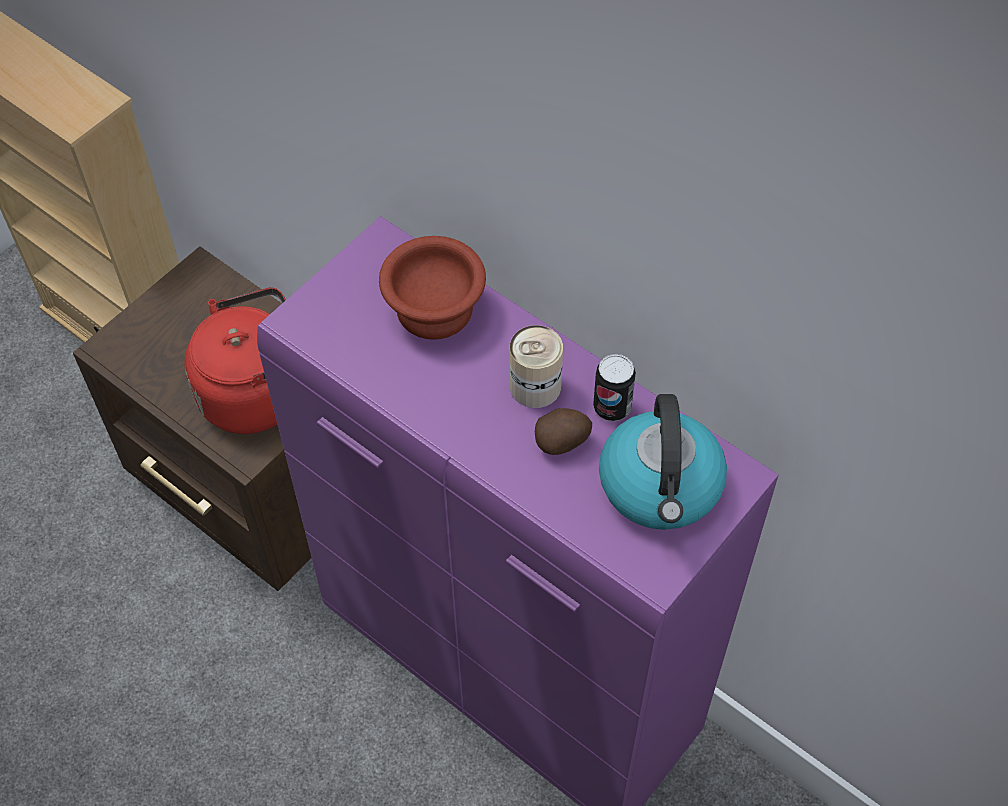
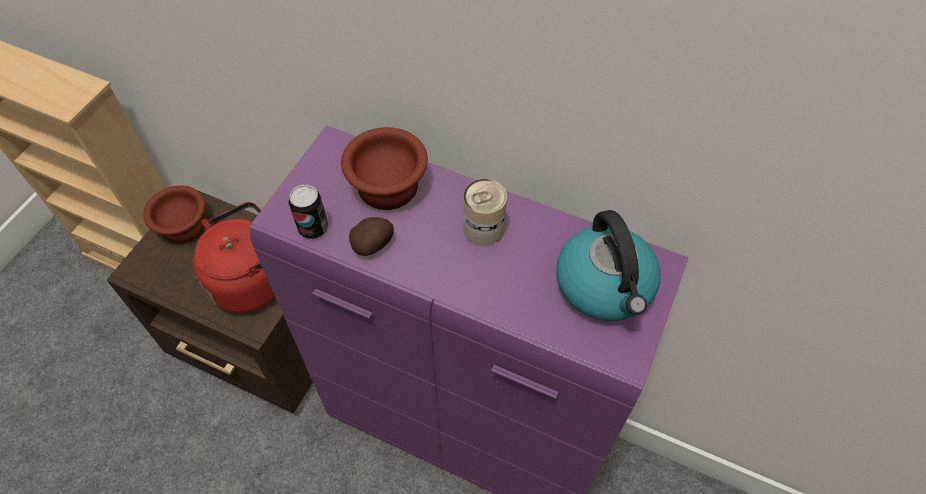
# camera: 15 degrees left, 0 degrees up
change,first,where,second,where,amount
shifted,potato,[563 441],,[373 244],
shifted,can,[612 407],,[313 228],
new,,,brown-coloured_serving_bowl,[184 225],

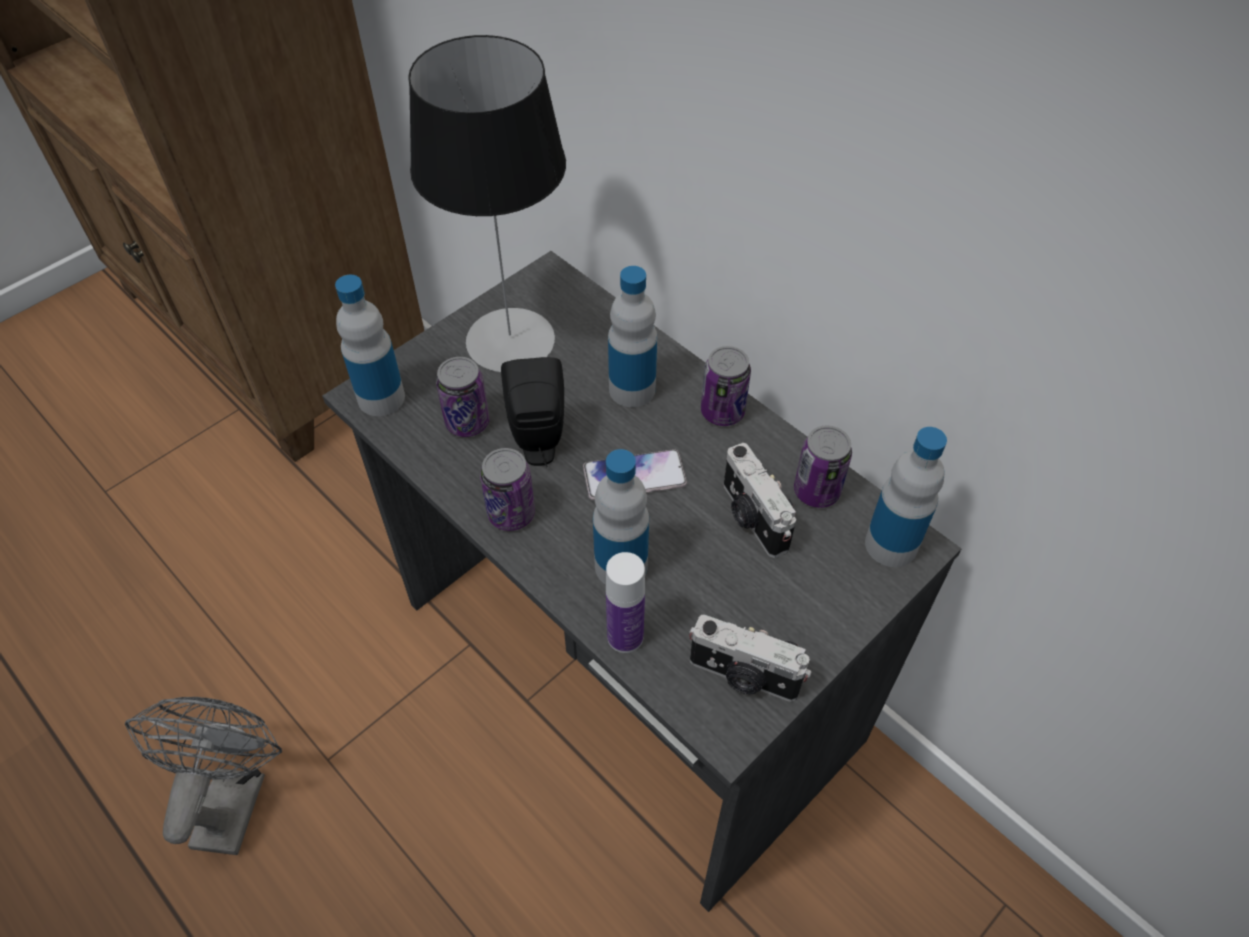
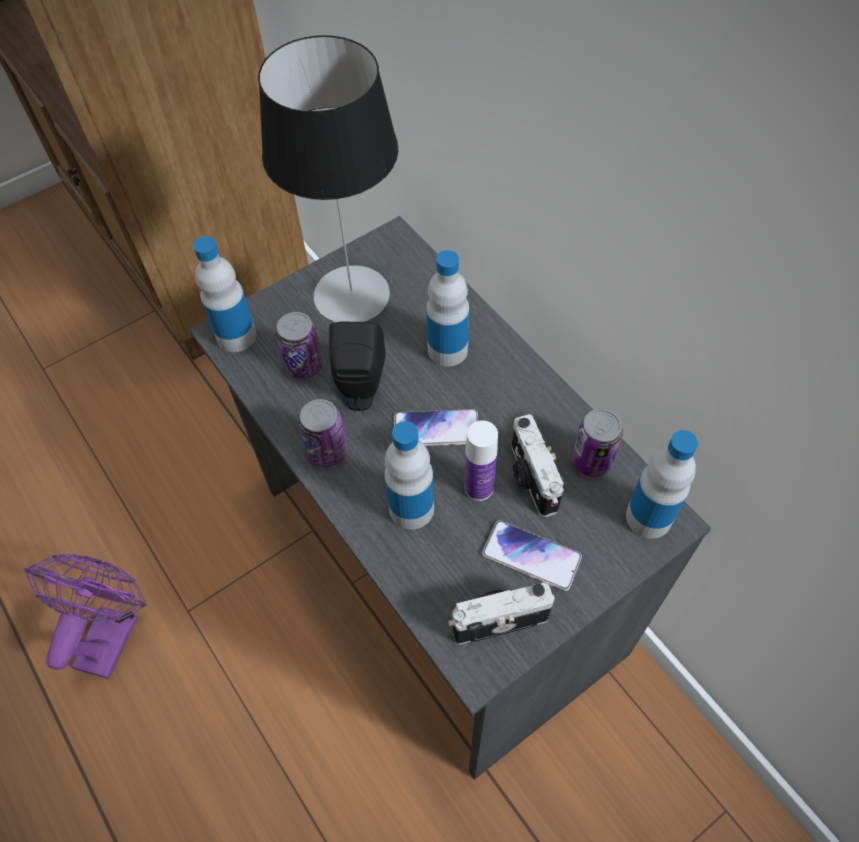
# camera: 10 degrees right, 5 degrees up
change,first,where,second,where,amount
repainted,greyish_fan,[233 797],purple_fan,[111 631],
shifted,beverage_bottle,[625 636],,[478 487],
rotated,photo_camera,[743 676],,[499 620],135 degrees clockwise
gone,can,[722 411],,,
new,,,handset,[531 556],

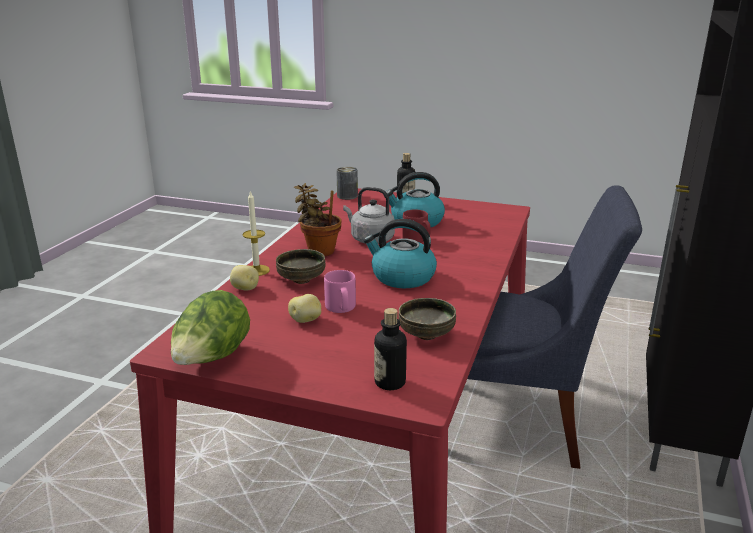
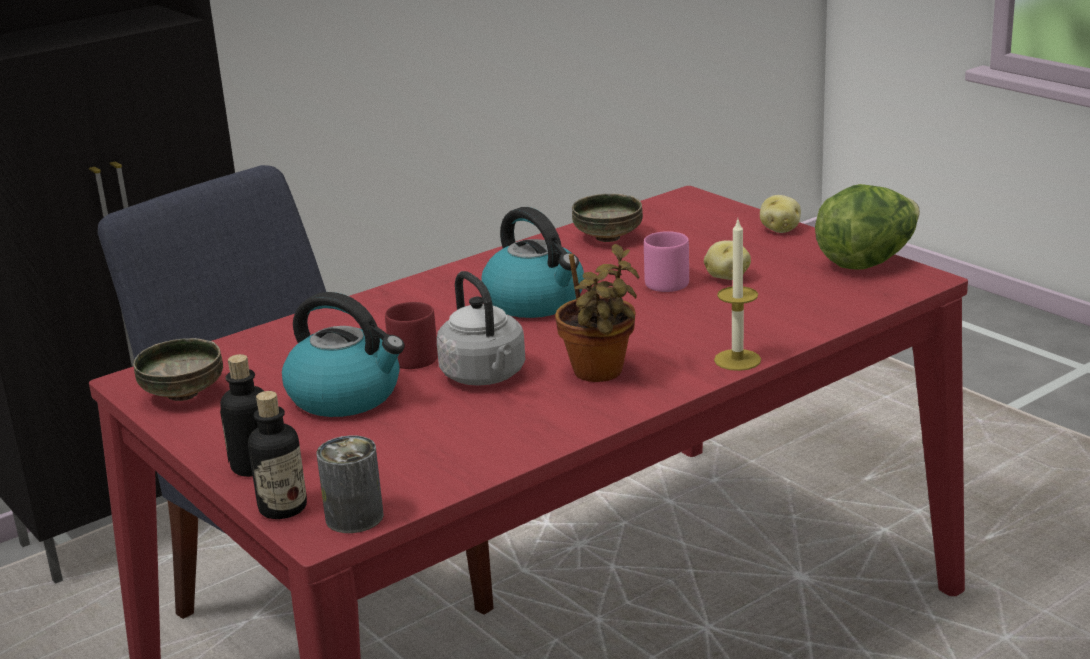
# camera: 145 degrees left, 0 degrees up
change,first,where,second,where,amount
shifted,potato,[245 289],,[780 230],
shifted,serving_bowl,[301 280],,[184 394],
shifted,beverage_bottle,[390 382],,[283 508],

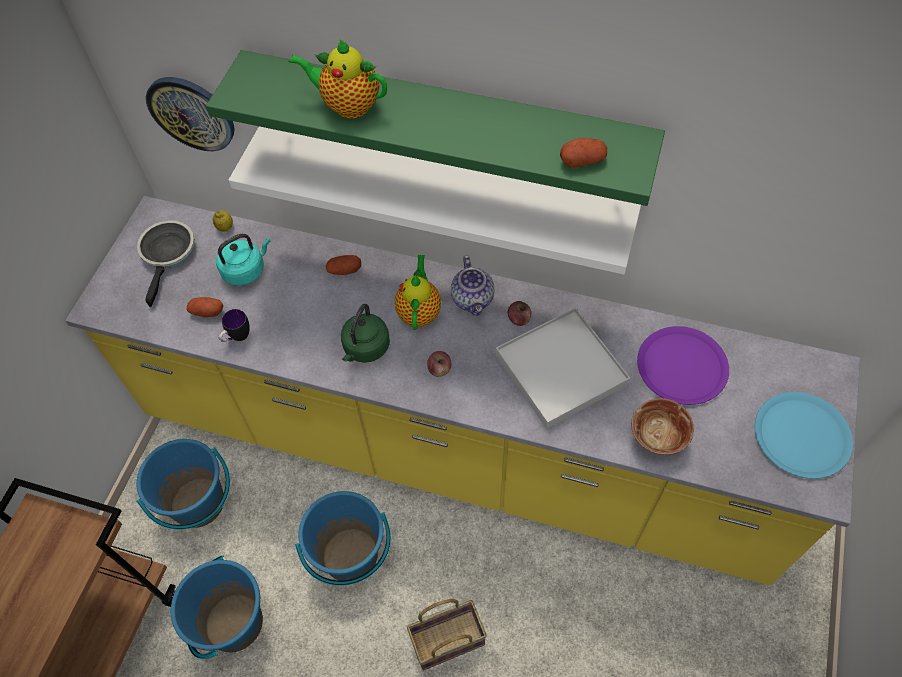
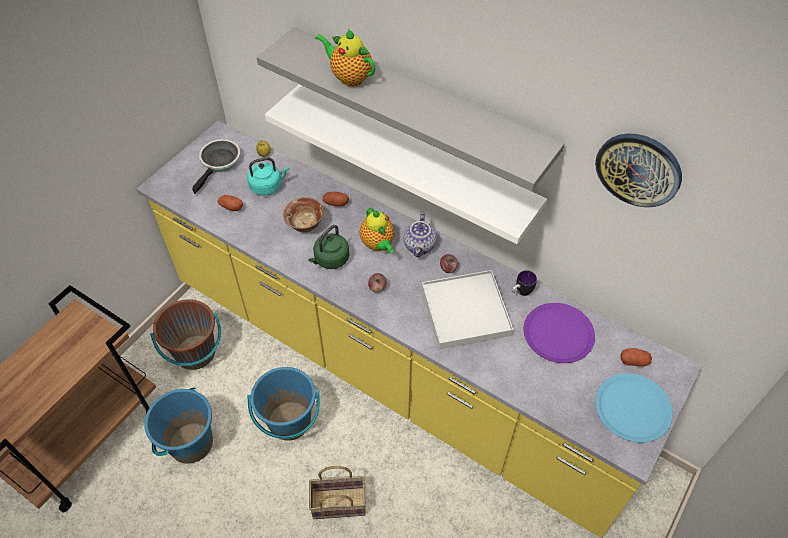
# camera: 15 degrees right, 5 degrees down
change,first,where,second,where,amount
repainted,bluish_water_bucket,[198 503],brown-coloured_water_bucket,[195 353],
shifted,hanging_clock,[191 113],,[638 169],
repainted,green_wall_shelf,[445 119],greyish_wall_shelf,[418 104],
shifted,mug,[237 338],,[521 292],
rotated,teapot,[419 311],,[378 244],135 degrees clockwise
shifted,potato,[582 161],,[634 361],
shifted,serving_bowl,[657 438],,[305 225],

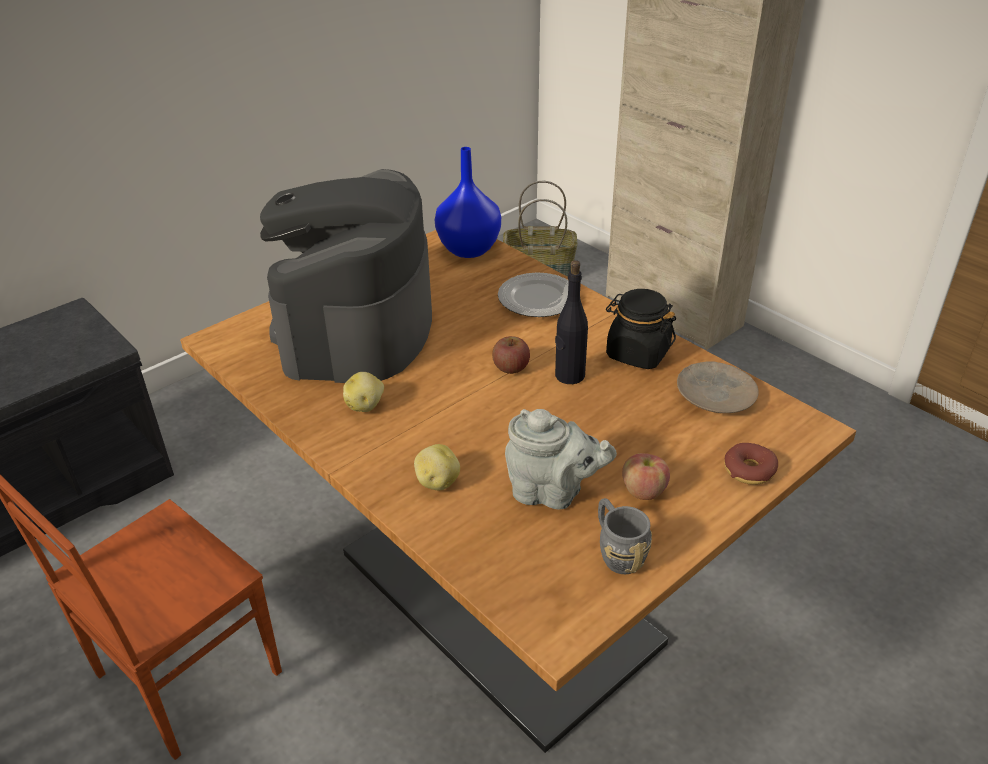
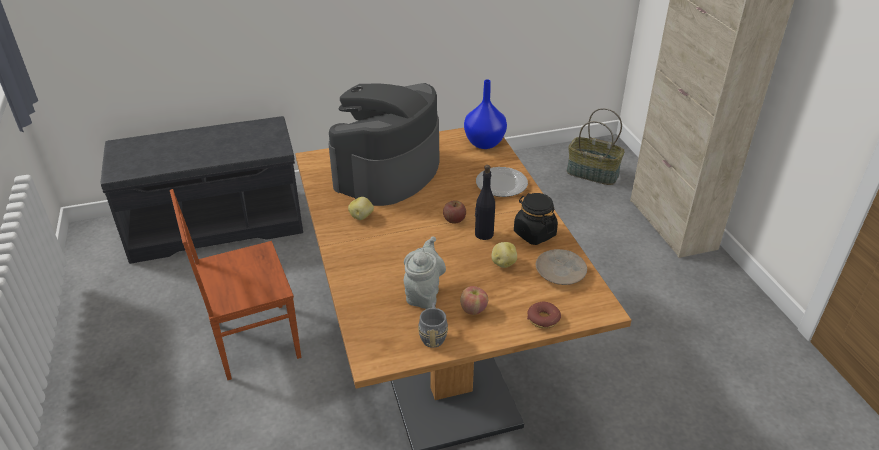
# camera: 25 degrees right, 0 degrees up
change,first,where,second,where,amount
shifted,potato,[437 482],,[503 263],
rotated,greyish_teapot,[552 493],,[423 293],120 degrees counterclockwise

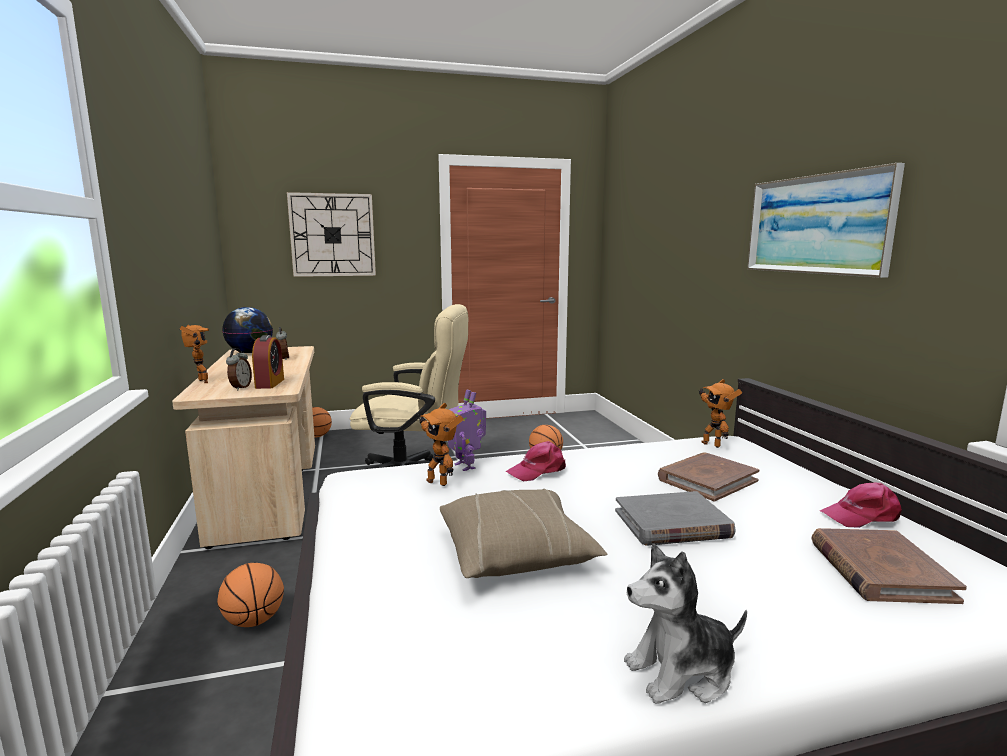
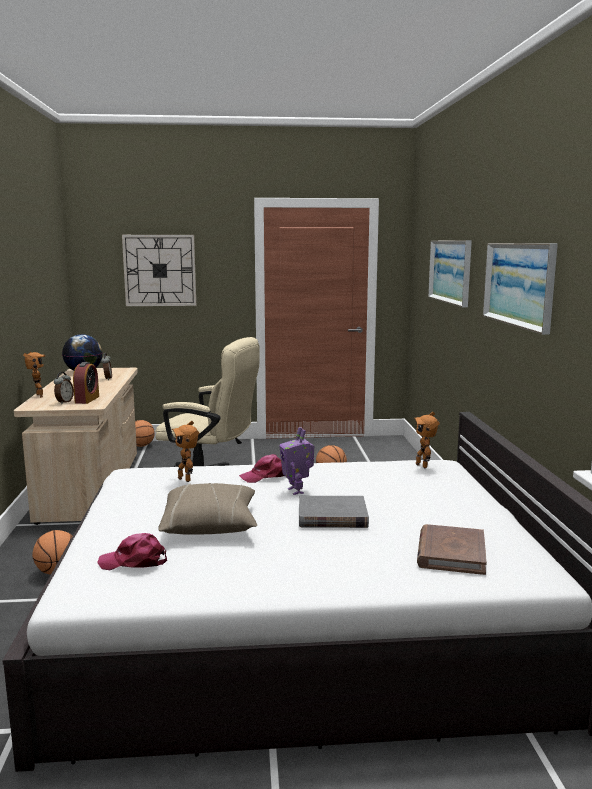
# camera: 10 degrees right, 0 degrees up
change,first,where,second,where,amount
shifted,toy_robot,[466 466],,[297 491],
gone,plush_toy,[681 672],,,
gone,brown-coloured_volume,[707 480],,,
shifted,pinkish_cap,[862 516],,[134 561],
new,,,wall_art,[450 271],

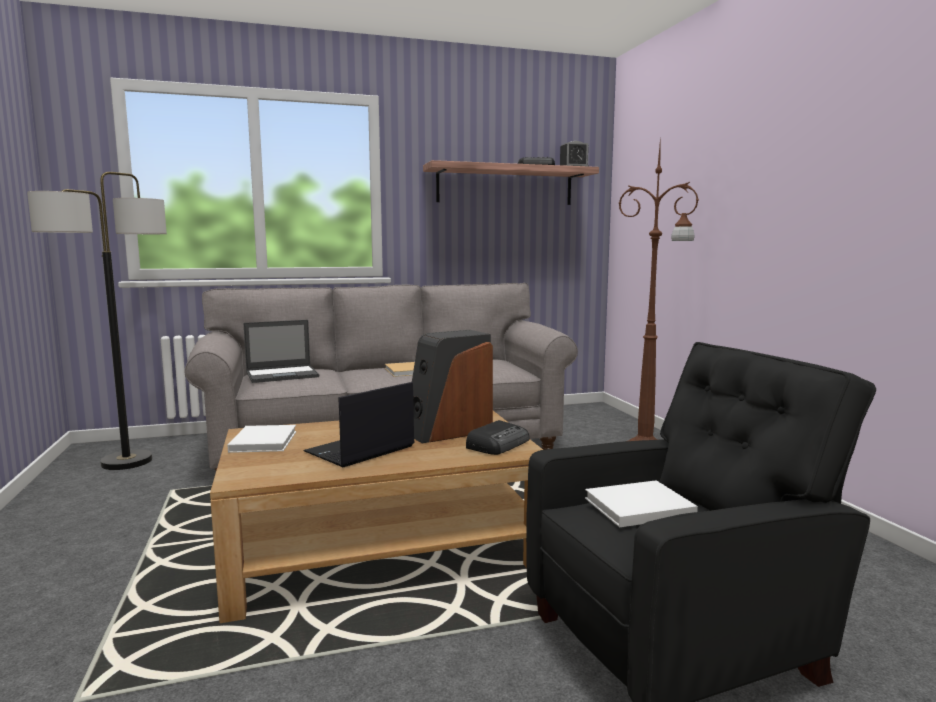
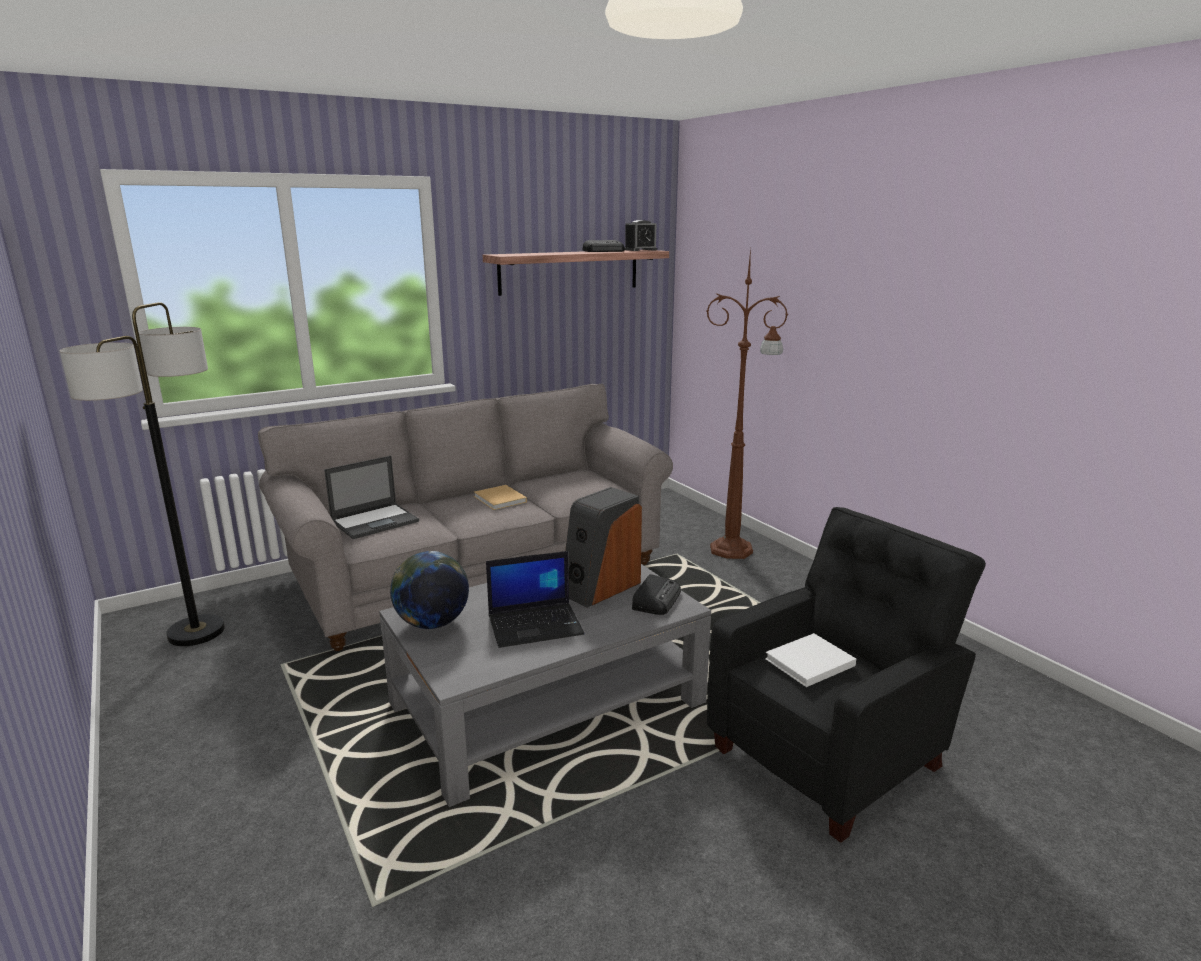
# camera: 15 degrees left, 10 degrees up
change,first,where,second,where,amount
repainted,brown-coloured_lounge_table,[383 549],greyish_lounge_table,[549 703],
swapped,whitish_volume,[264 440],world_globe,[432 624],
rotated,notebook_computer,[359 450],,[536 625],135 degrees counterclockwise

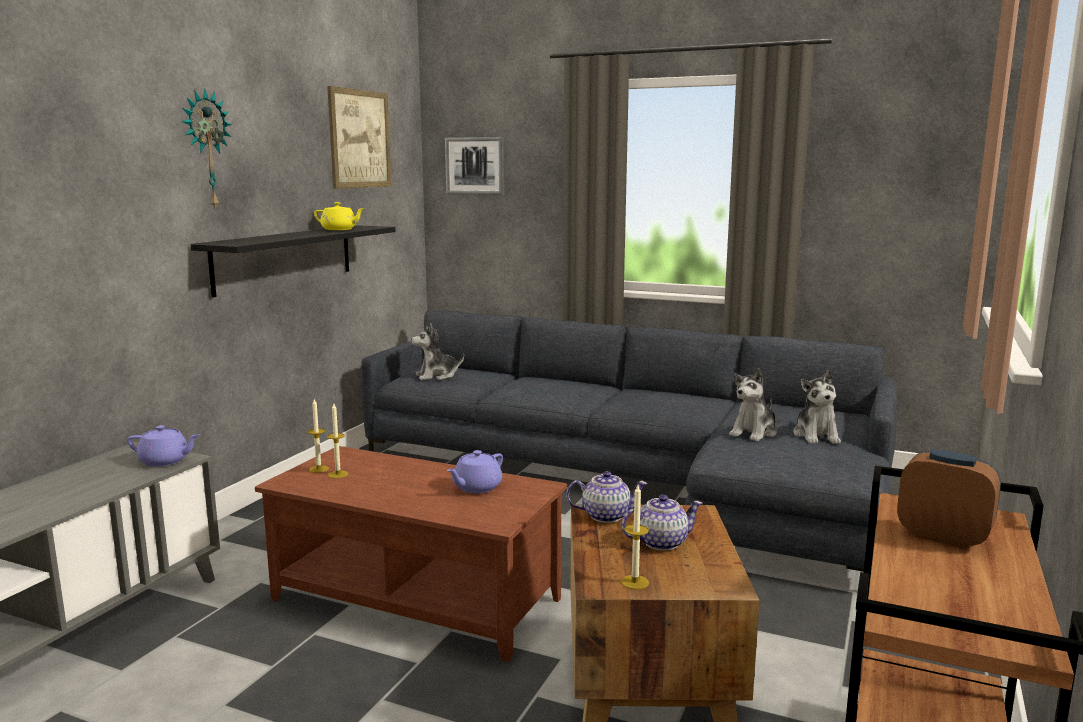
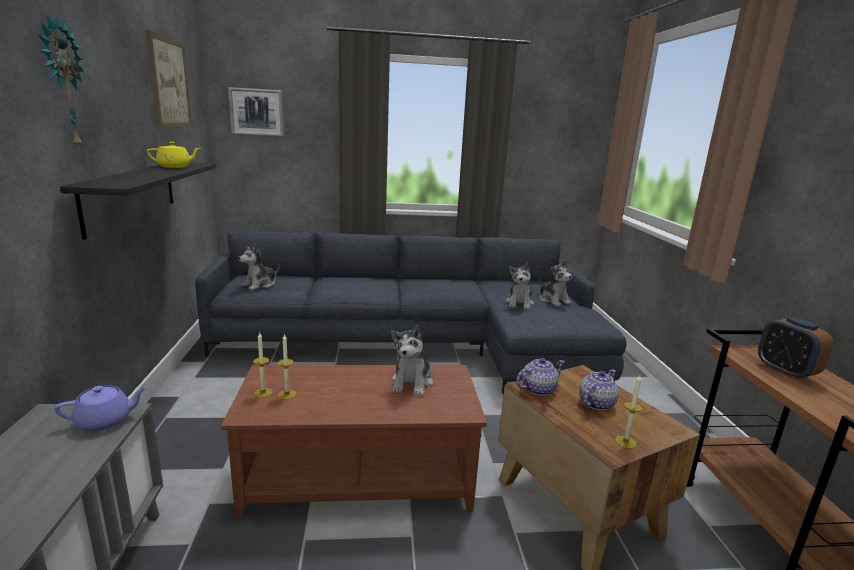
# camera: 30 degrees left, 5 degrees up
change,first,where,second,where,amount
swapped,purple_teapot,[476 487],plush_toy,[412 382],
rotated,table_clock,[943 537],,[785 371],120 degrees counterclockwise

